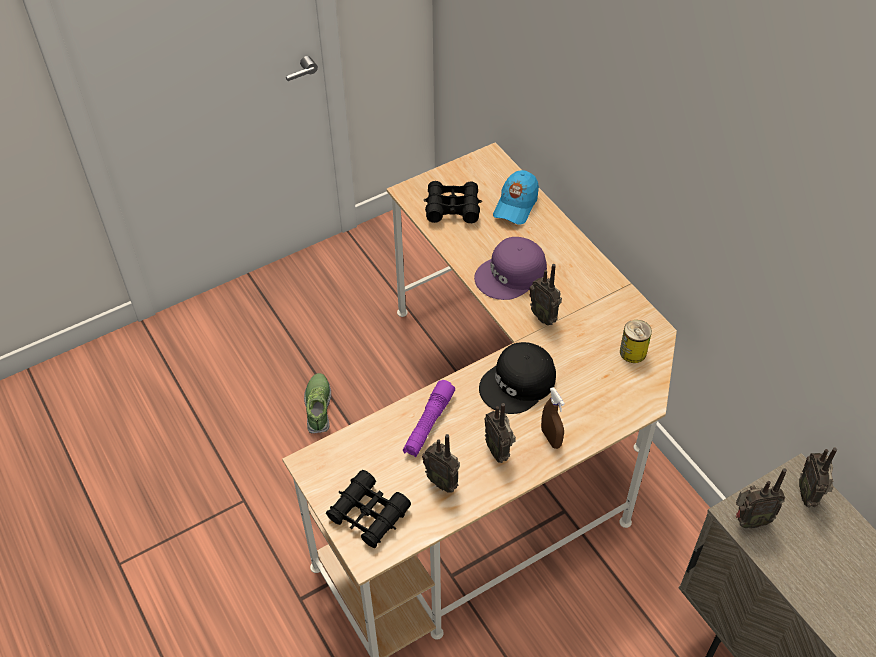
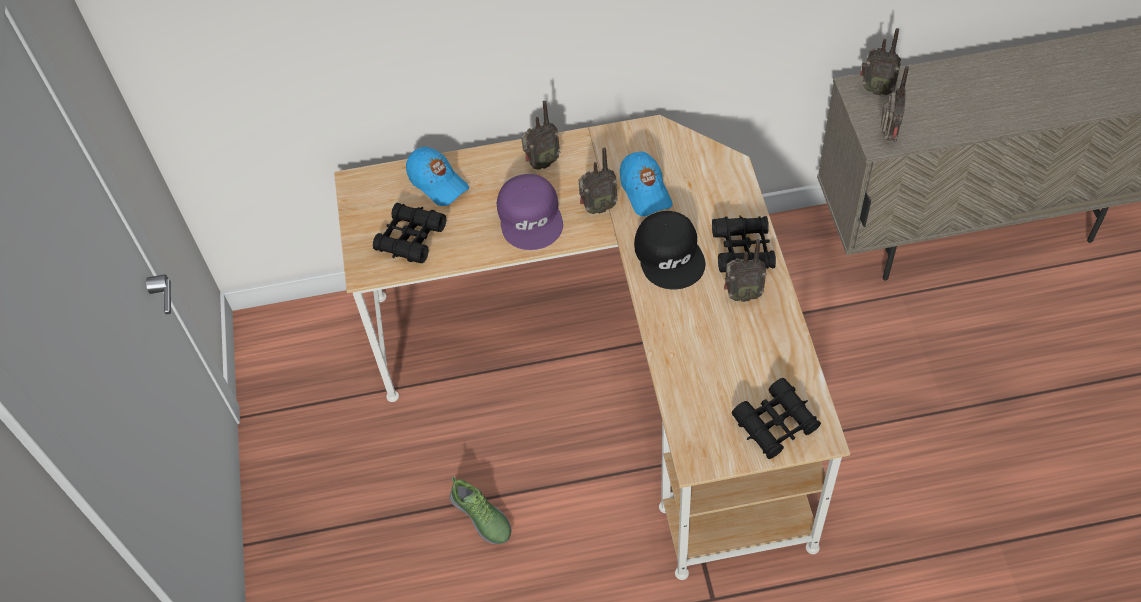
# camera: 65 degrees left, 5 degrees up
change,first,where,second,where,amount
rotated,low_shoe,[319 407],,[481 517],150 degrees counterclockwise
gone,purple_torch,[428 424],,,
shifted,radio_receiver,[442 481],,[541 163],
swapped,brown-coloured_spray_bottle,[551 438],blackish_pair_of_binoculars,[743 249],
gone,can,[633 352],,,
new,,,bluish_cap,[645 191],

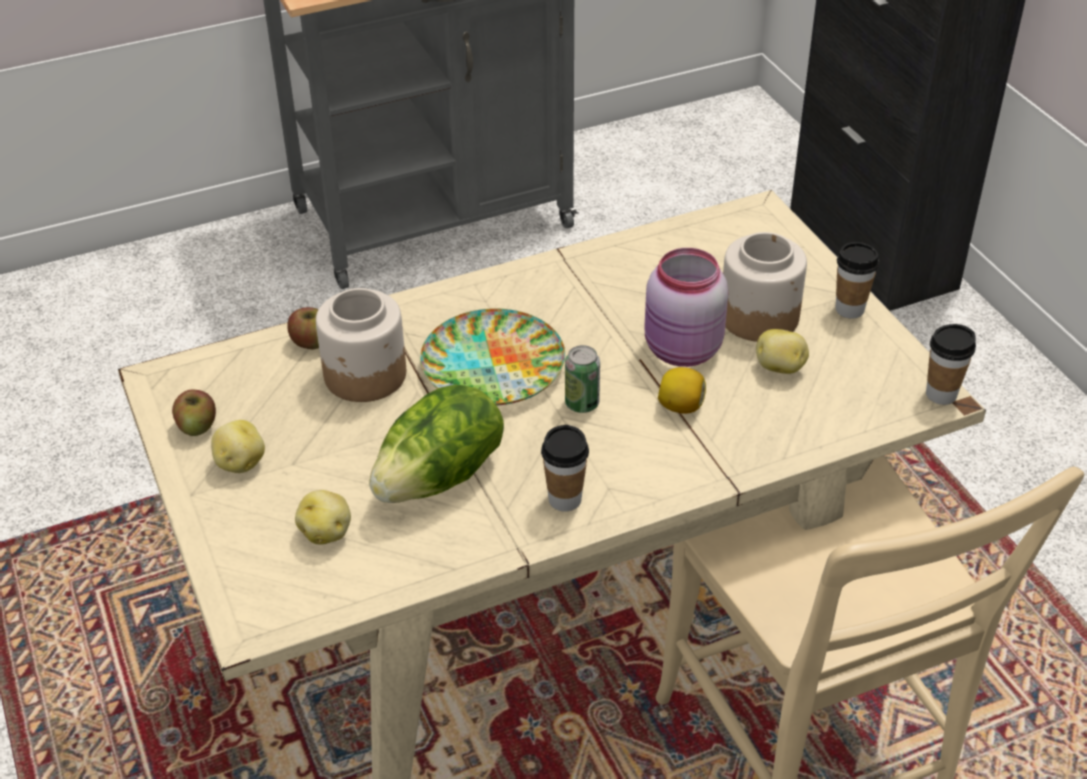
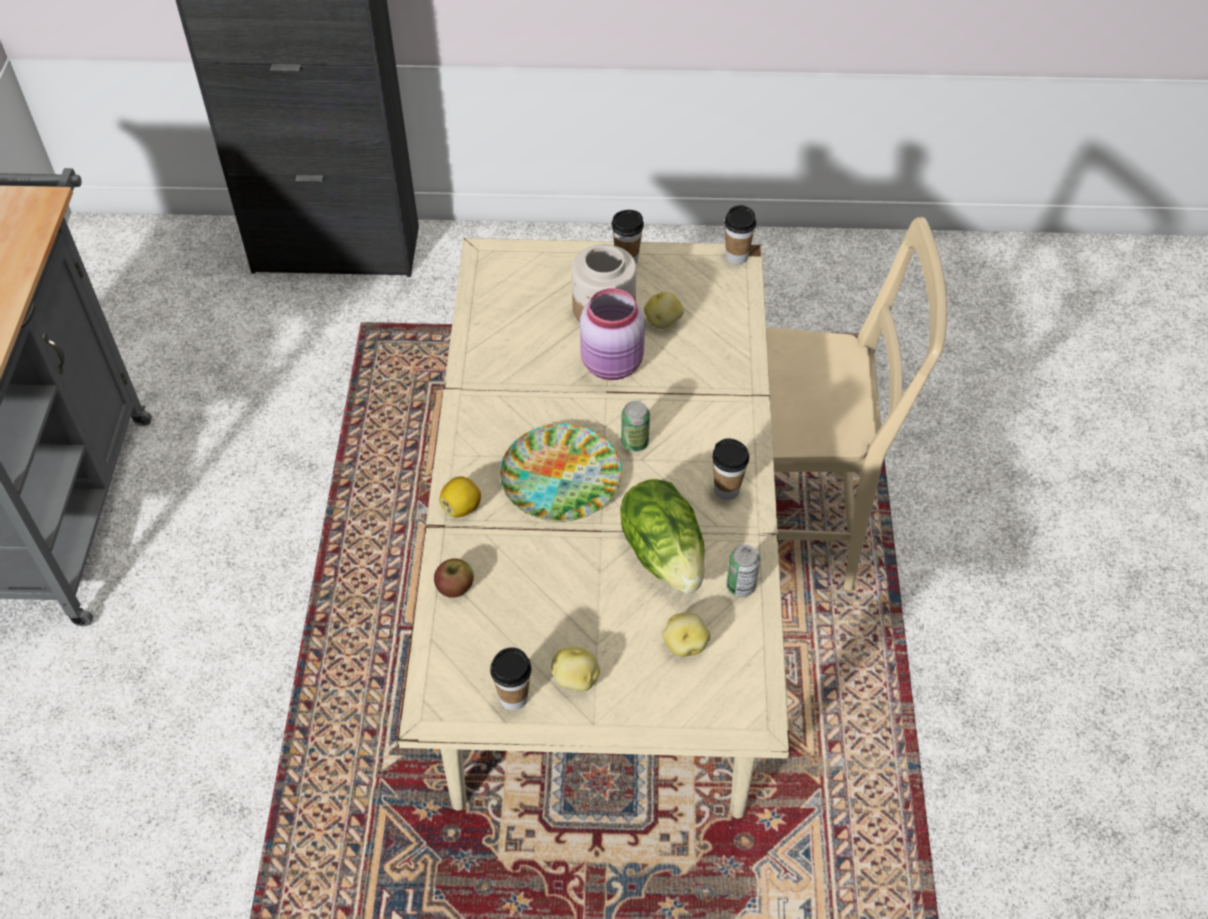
# camera: 65 degrees left, 10 degrees up
change,first,where,second,where,amount
swapped,apple,[197 426],cup,[513 698],
gone,preserve_jar,[365 375],,,
shifted,citrus_fruit,[681 406],,[462 507],
new,,,can,[741 586],

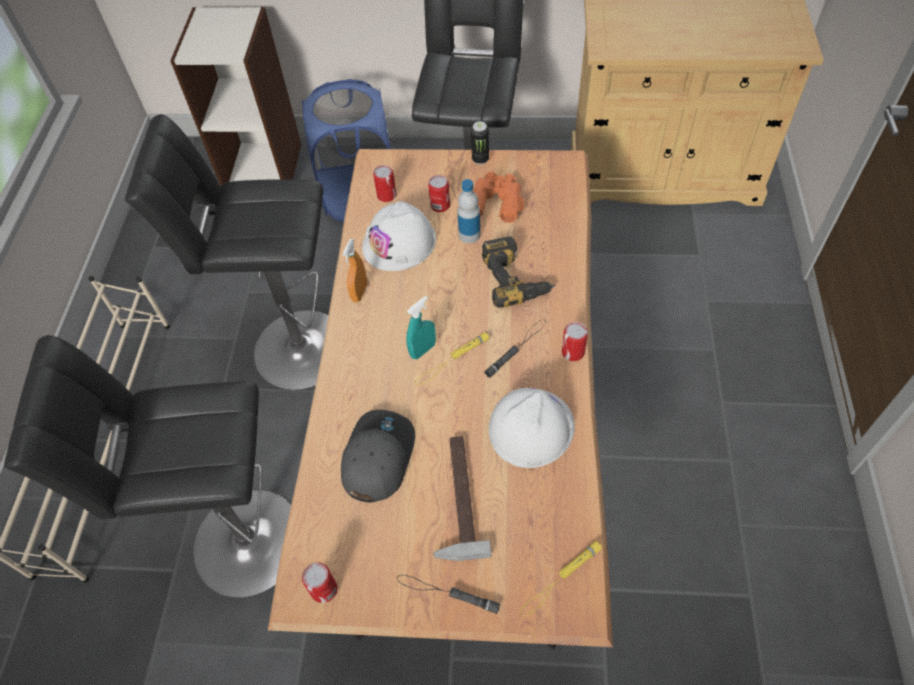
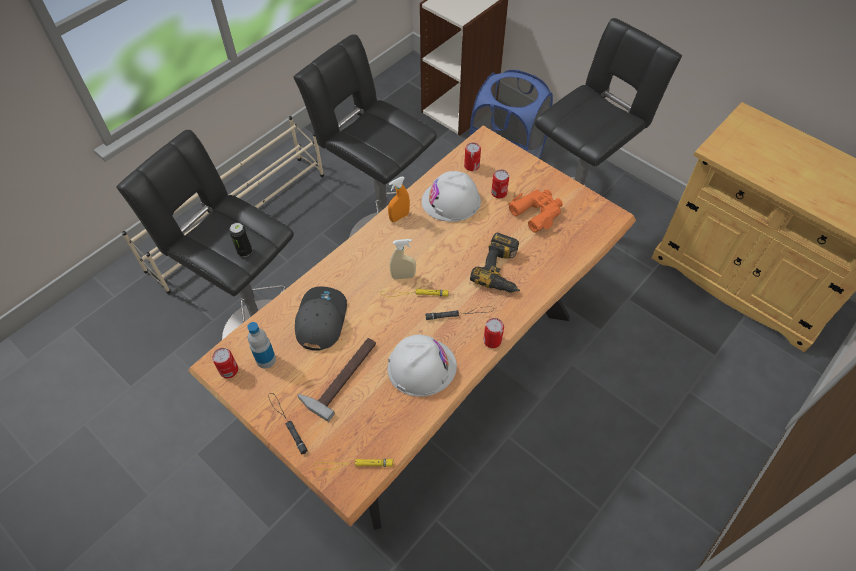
# camera: 35 degrees right, 0 degrees up
change,first,where,second,where,amount
rotated,greyish_cap,[377 457],,[320 320],45 degrees counterclockwise
repainted,blue-green_spray_bottle,[423 350],sand-coloured_spray_bottle,[403 276],
shifted,beverage_bottle,[469 235],,[266 359],
shifted,can,[480 159],,[245 251],

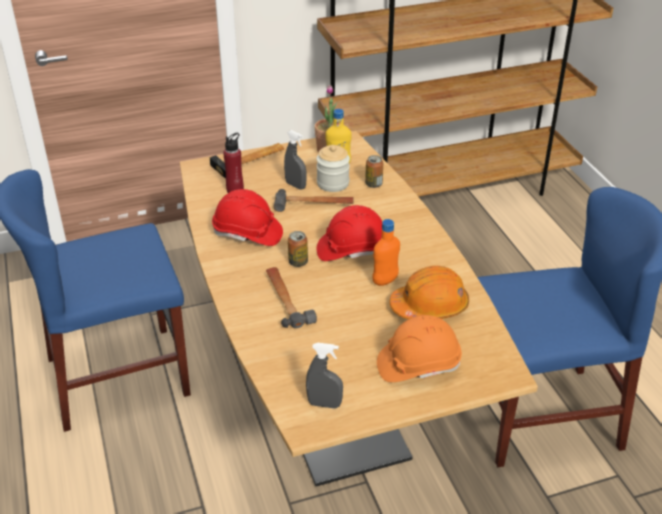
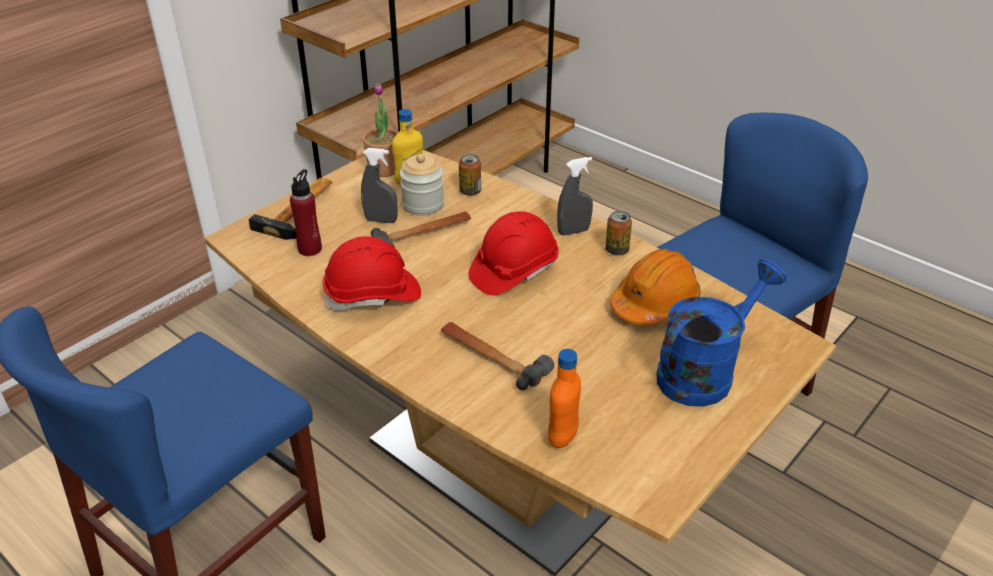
# camera: 30 degrees left, 0 degrees up
change,first,where,second,where,amount
shifted,can,[298 262],,[616 250],
shifted,greyish_spray_bottle,[324 404],,[573 231],
shifted,orangey_beverage_bottle,[385 281],,[562 436],
swapped,orangey_hard_hat,[418 364],bluish_watering_can,[704 372],

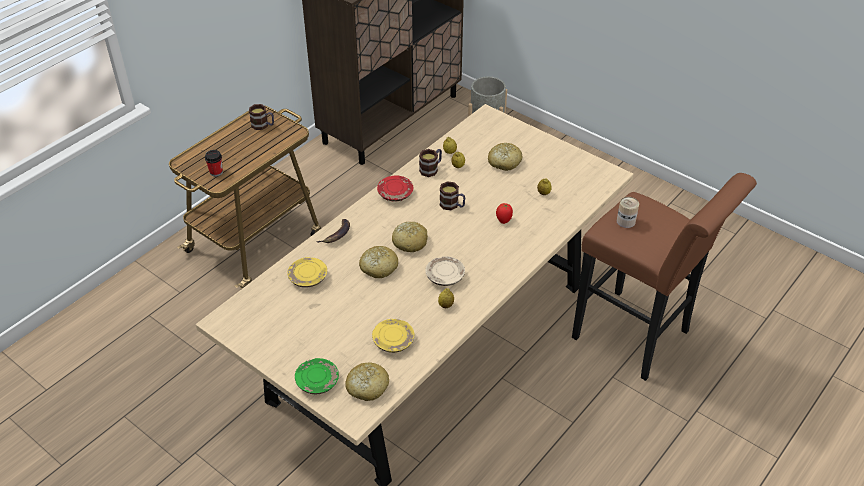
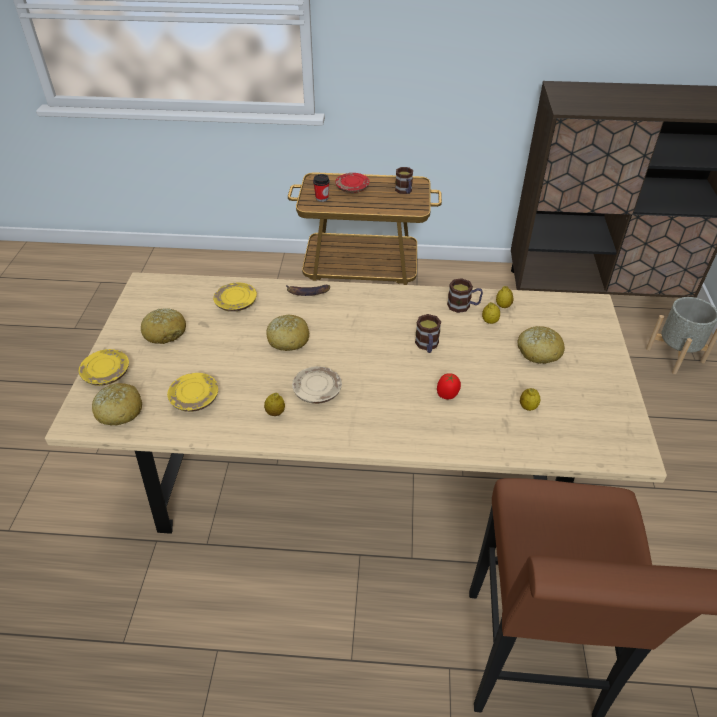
# camera: 55 degrees right, 0 degrees up
change,first,where,second,where,amount
repainted,green_dinner_plate,[317 381],yellow_dinner_plate,[107 373],
shifted,red-coloured_dinner_plate,[395 193],,[352 188],
shifted,baked_bread,[410 242],,[165 332],
gone,can,[626 221],,,

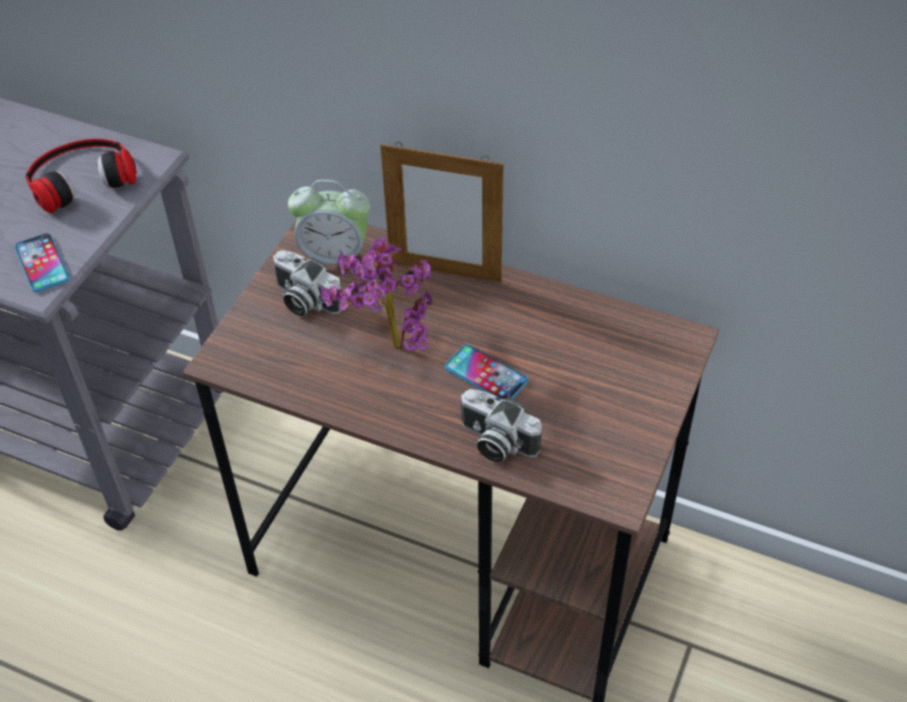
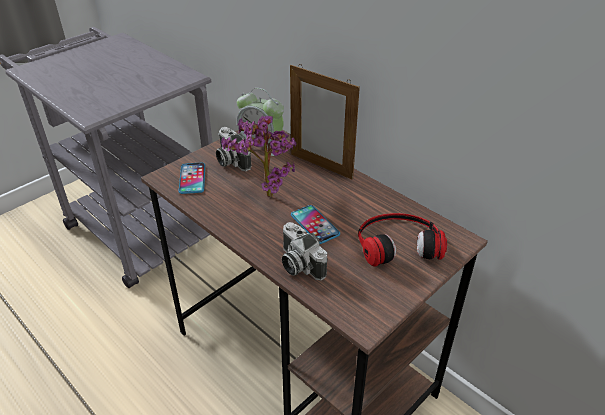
# camera: 20 degrees right, 10 degrees down
change,first,where,second,where,amount
shifted,handset,[42 263],,[192 178],
shifted,headphones,[81 177],,[397 242],

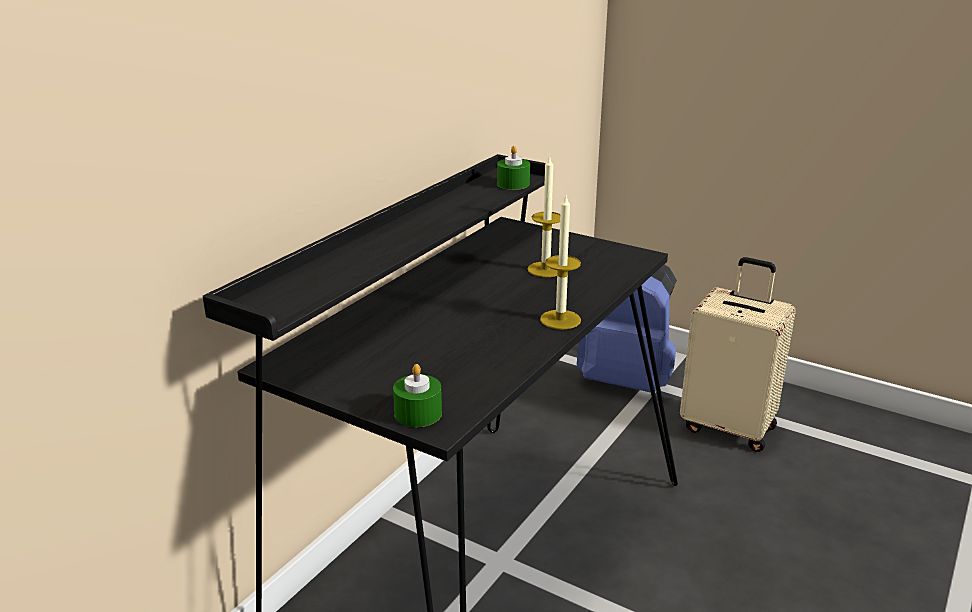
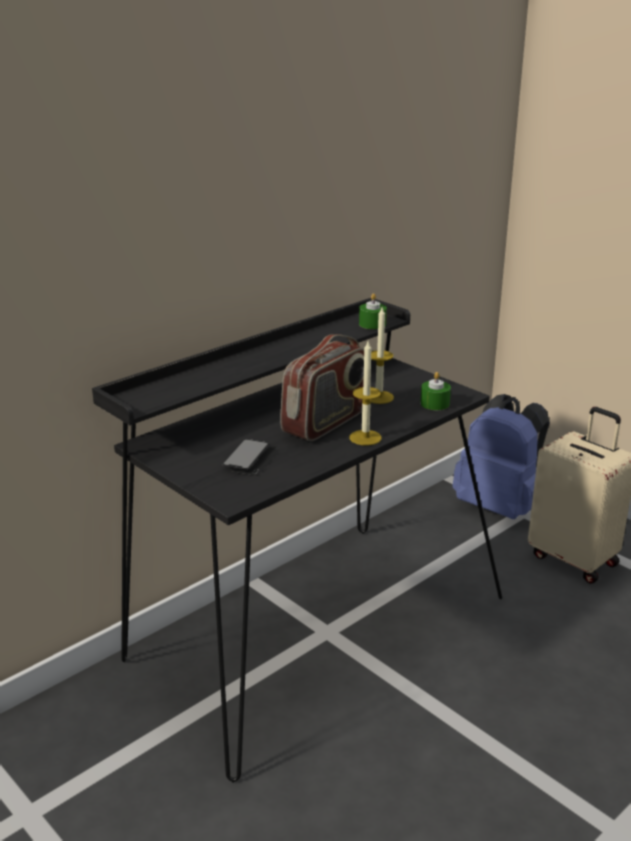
# camera: 15 degrees right, 0 degrees up
change,first,where,second,where,amount
shifted,green_wax_candle,[418 413],,[435 404],
new,,,handset,[250 459],
new,,,radio_receiver,[326 422],

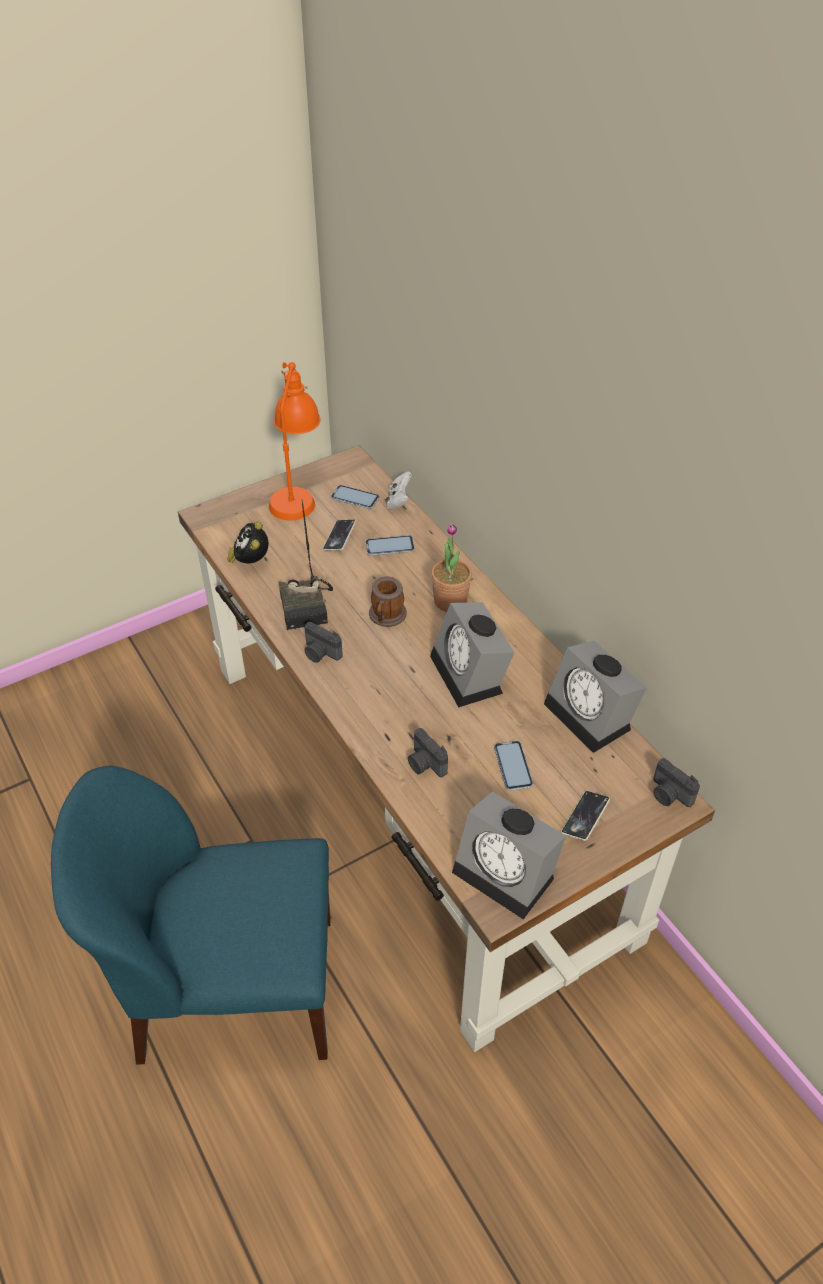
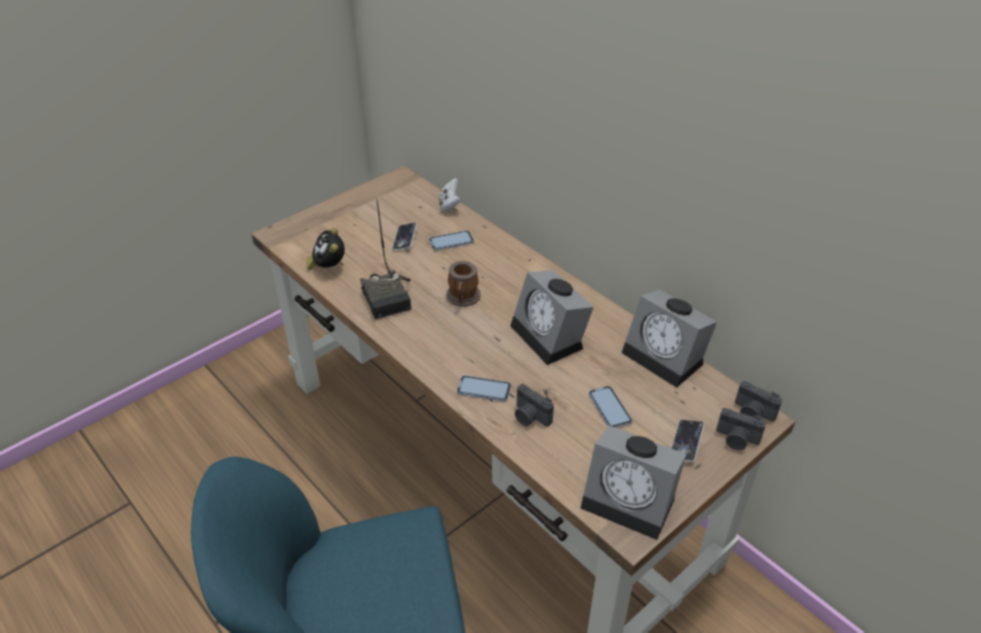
# camera: 10 degrees left, 5 degrees down
change,first,where,second,where,amount
gone,orangey_lamp_for_a_table,[296 492],,,
shifted,photo_camera,[320 653],,[736 439],
shifted,handset,[355 498],,[484 389],
gone,plant_in_a_pot,[450 601],,,

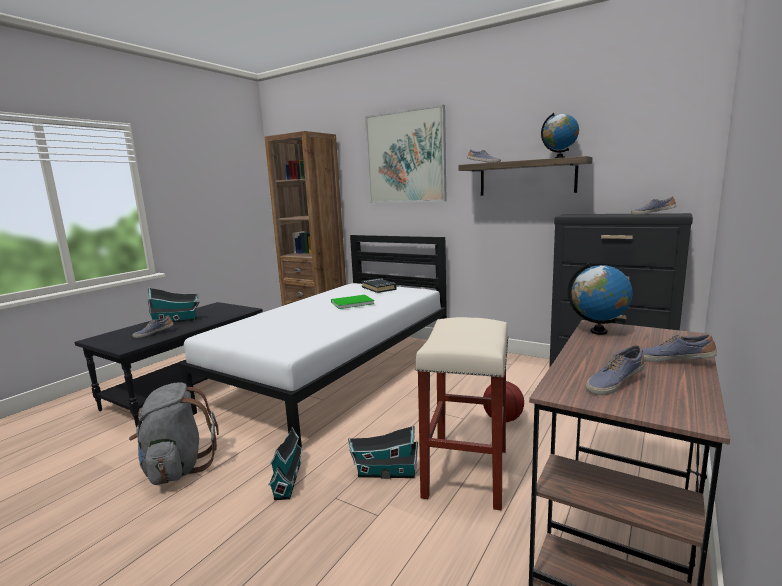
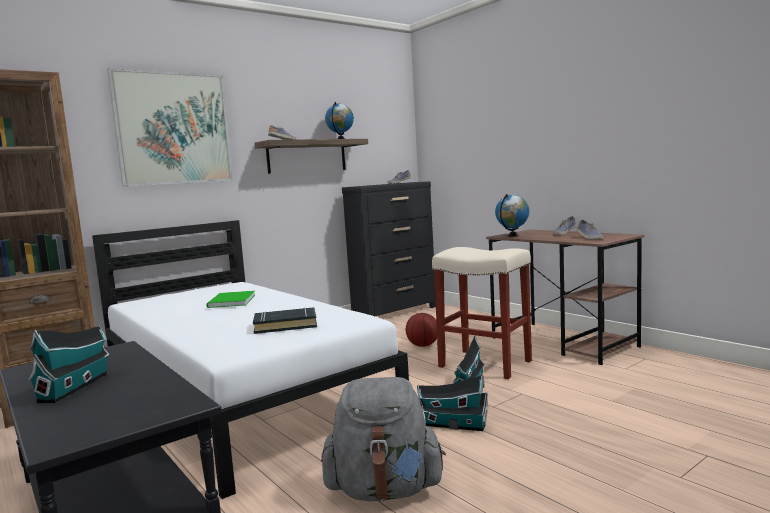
# camera: 70 degrees left, 5 degrees down
change,first,where,second,where,amount
gone,low_shoe,[154 333],,,
shifted,blackish_volume,[379 288],,[285 325],

